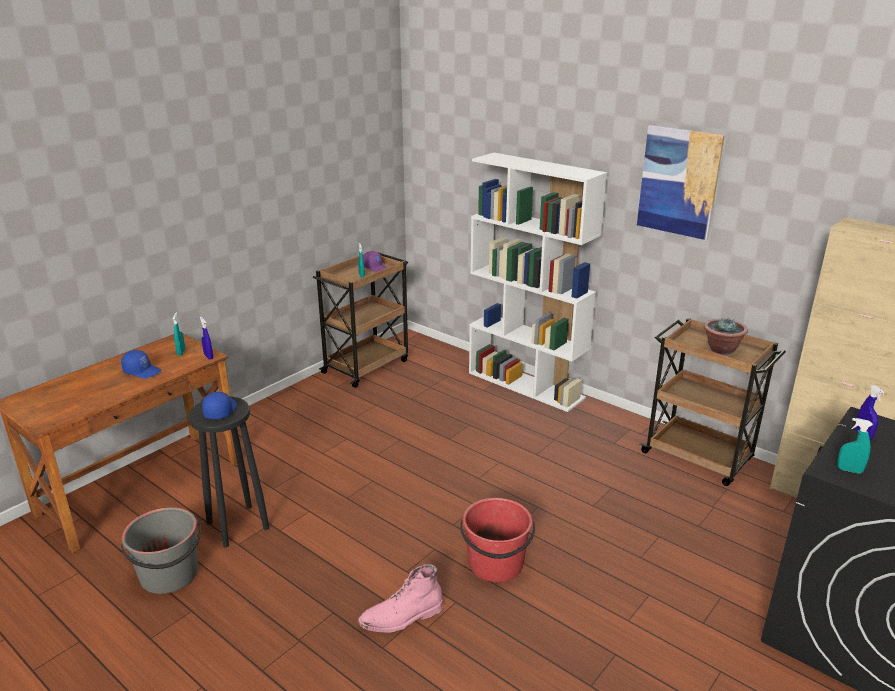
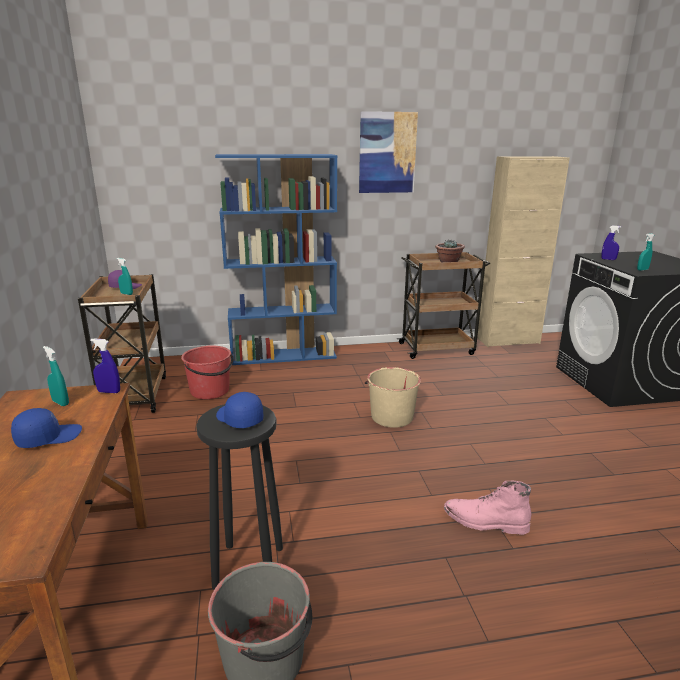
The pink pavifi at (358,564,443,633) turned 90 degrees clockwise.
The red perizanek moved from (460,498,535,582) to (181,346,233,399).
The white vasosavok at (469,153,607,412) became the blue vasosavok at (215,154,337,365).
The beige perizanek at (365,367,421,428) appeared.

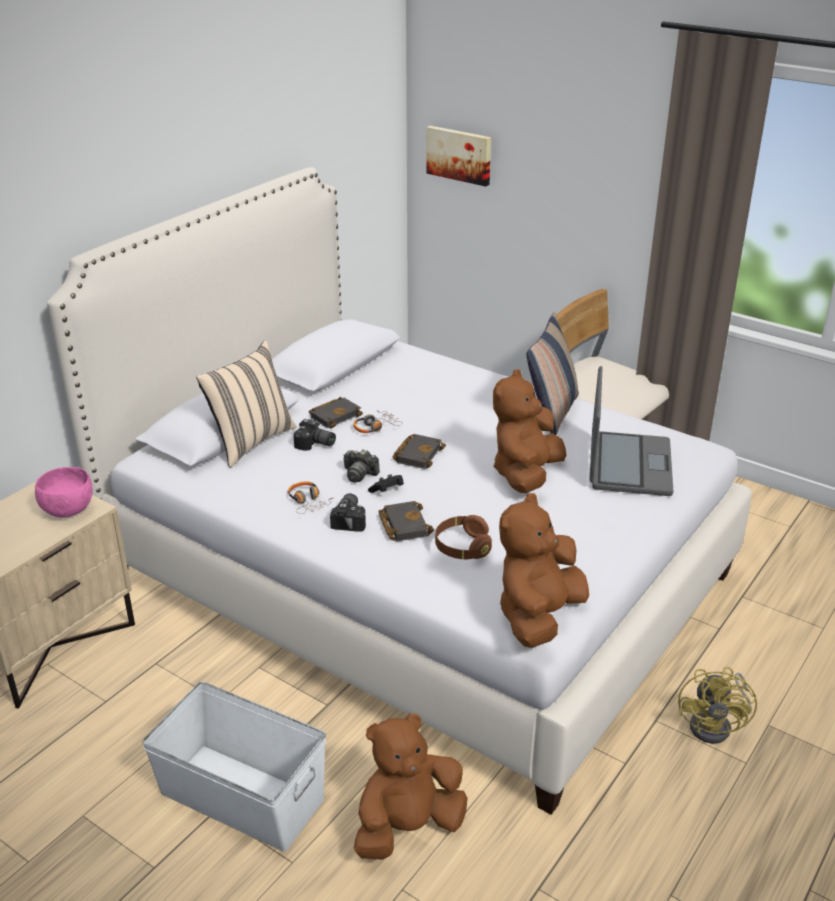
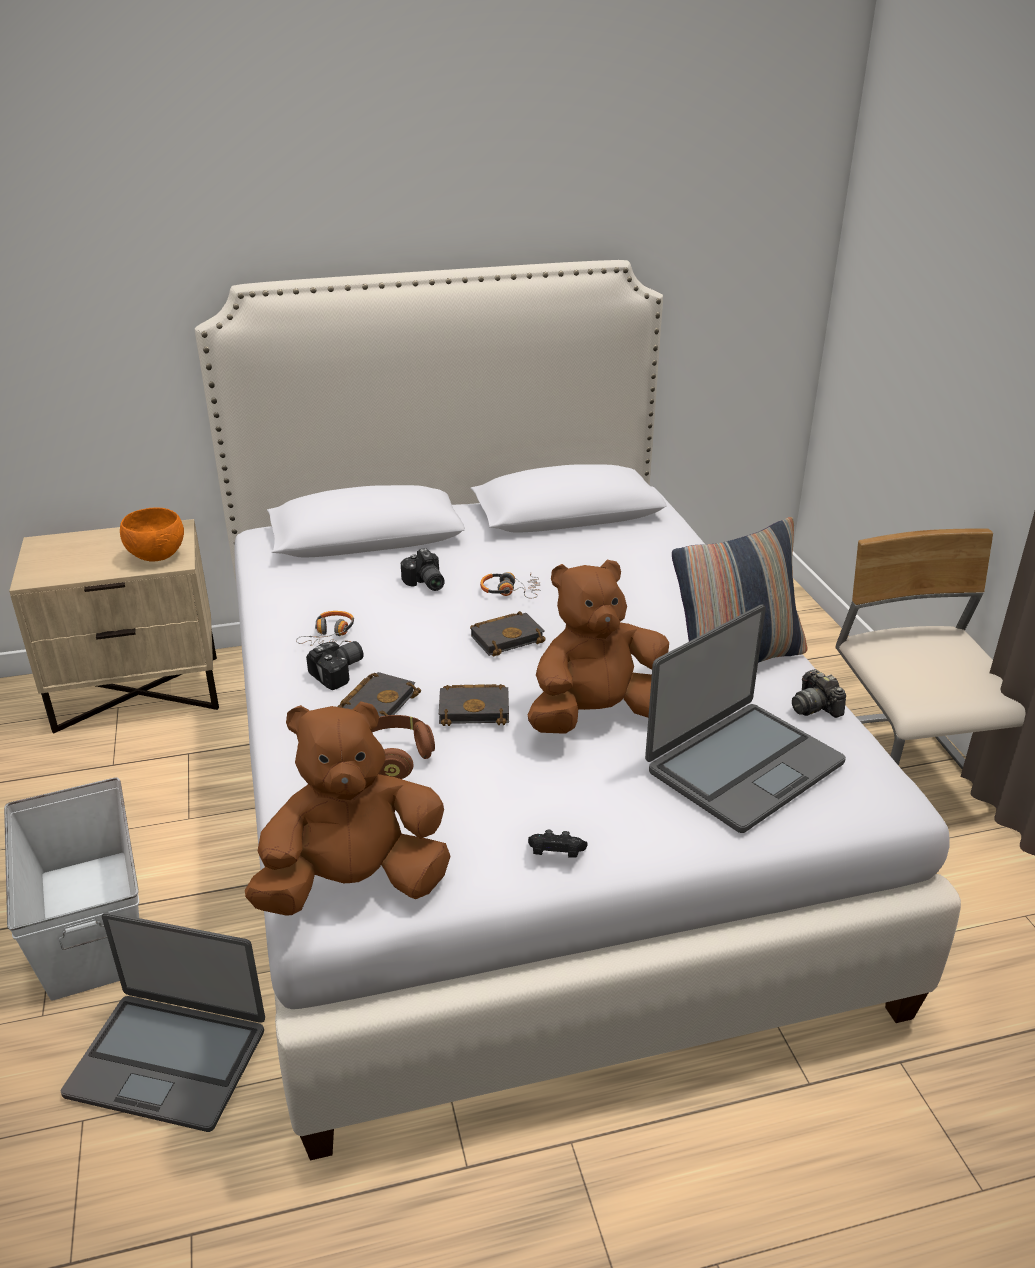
The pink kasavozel at (35,467,93,518) became the orange kasavozel at (120,508,184,562).
The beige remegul at (196,341,297,467) disappeared.
The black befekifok moved from (309,397,363,429) to (439,684,509,726).
The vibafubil moved from (343,449,380,483) to (792,669,846,718).
The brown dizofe at (354,713,468,860) was replaced by the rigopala at (61,912,265,1132).
The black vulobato moved from (368,474,404,493) to (528,830,588,858).
The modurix at (426,126,491,187) disappeared.
The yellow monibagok at (678,667,757,744) disappeared.

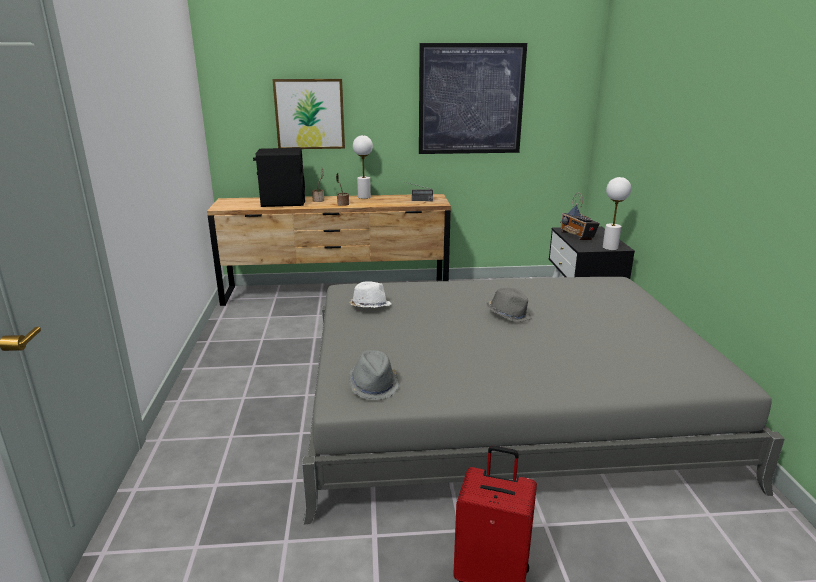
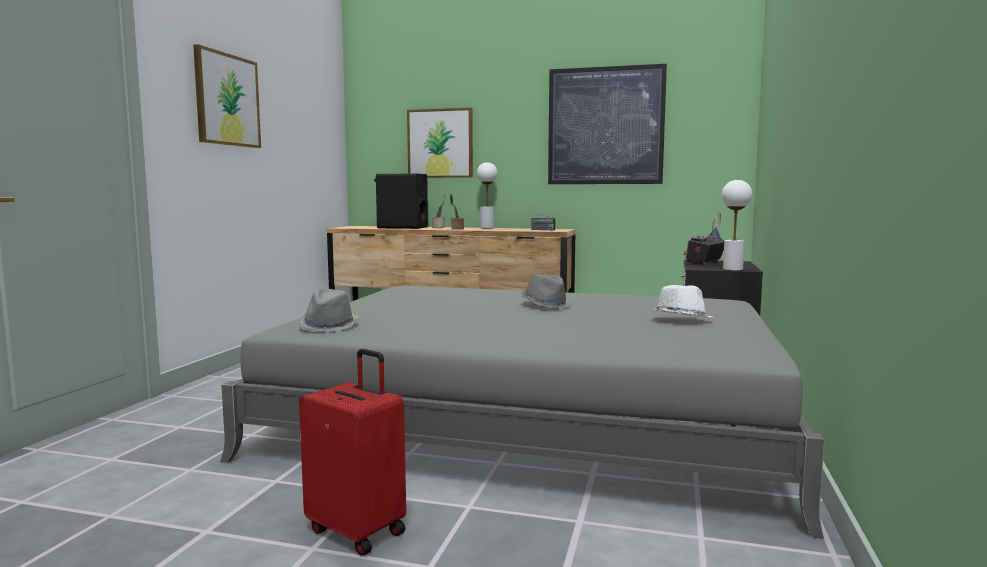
The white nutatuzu moved from (349,281,391,308) to (653,285,713,318).
The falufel at (560,193,600,240) turned 45 degrees clockwise.
The modurix at (193,44,261,148) appeared.

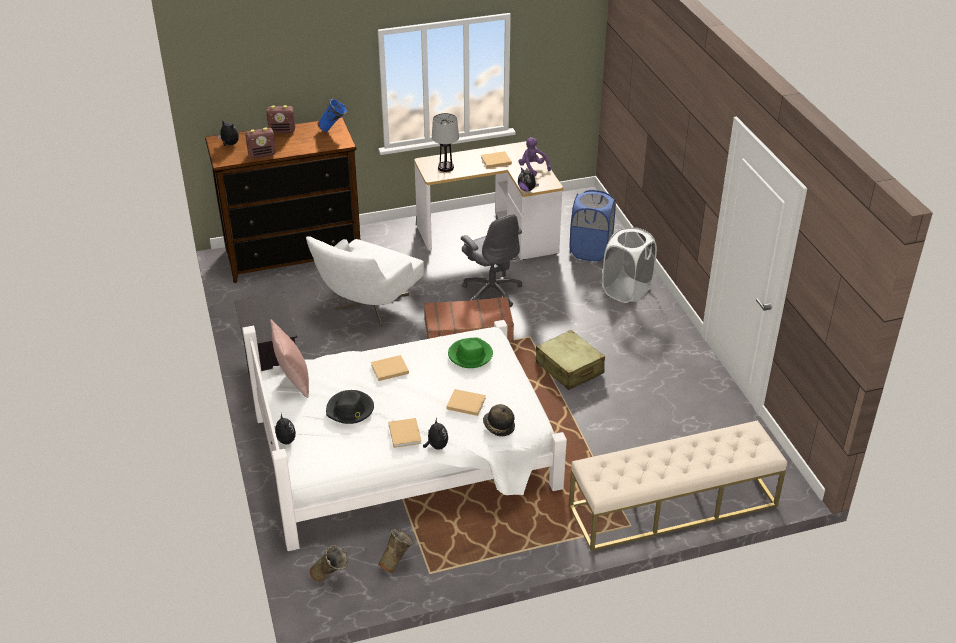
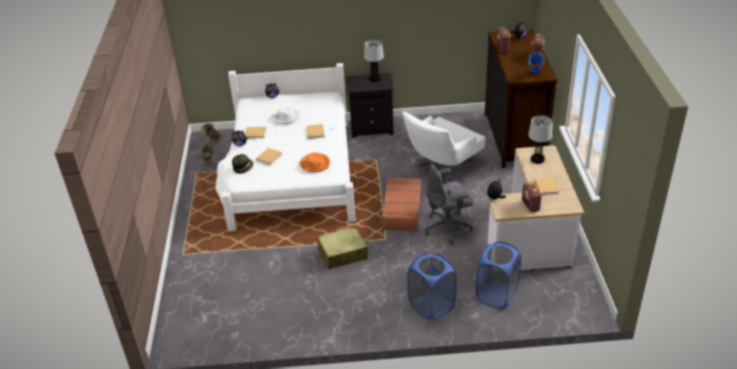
The pink remegul at (270,320,309,398) disappeared.
The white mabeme at (306,236,424,326) turned 90 degrees counterclockwise.
The black nutatuzu at (326,390,374,424) became the white nutatuzu at (272,107,300,124).
The green nutatuzu at (448,338,493,368) became the orange nutatuzu at (300,152,330,172).
The purple dizofe at (518,137,551,177) was replaced by the falufel at (522,182,543,212).
The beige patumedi at (569,420,787,551) disappeared.
The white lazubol at (602,227,657,303) became the blue lazubol at (407,253,456,320).
The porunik at (364,39,384,82) appeared.

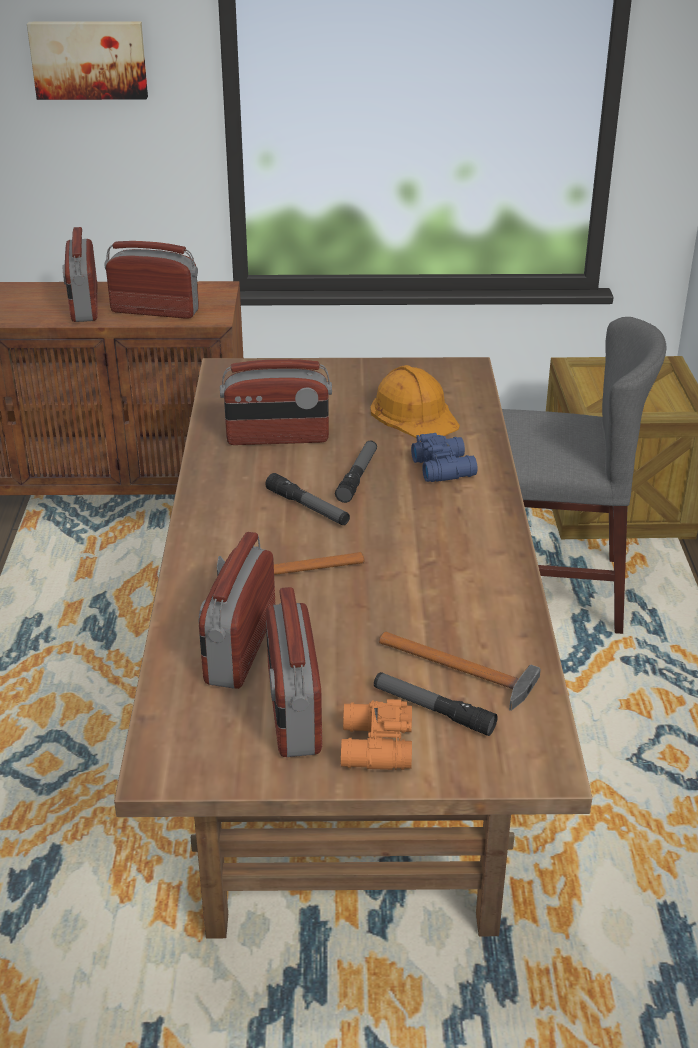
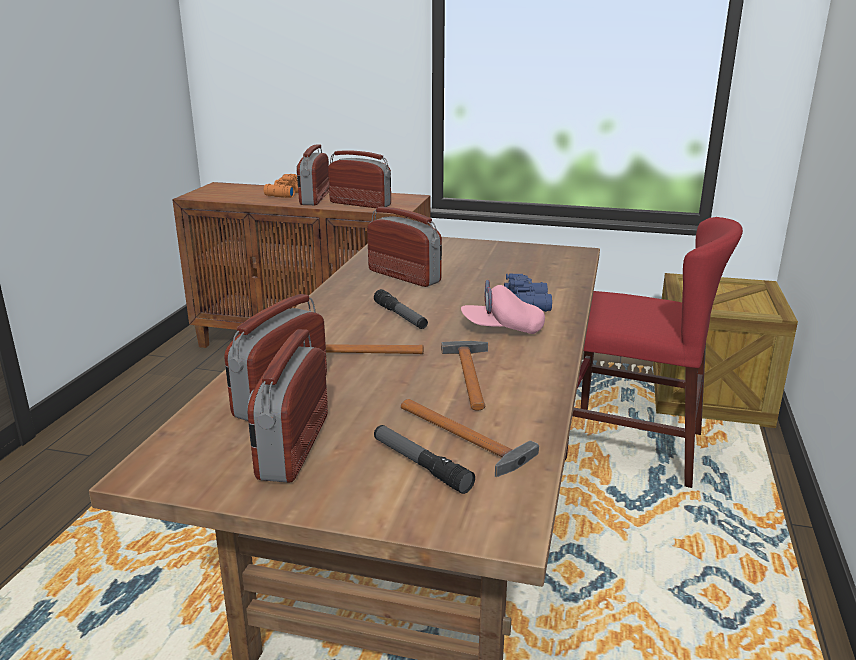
The modurix at (27,21,148,100) disappeared.
The falufel at (220,359,332,445) turned 150 degrees counterclockwise.
The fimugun at (335,441,377,503) disappeared.
The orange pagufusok moved from (341,699,412,770) to (264,174,298,198).
The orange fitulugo at (370,365,460,438) disappeared.
The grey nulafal at (502,317,666,634) became the red nulafal at (565,217,743,488).
The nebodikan at (441,341,488,411) appeared.
The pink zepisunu at (461,280,545,334) appeared.

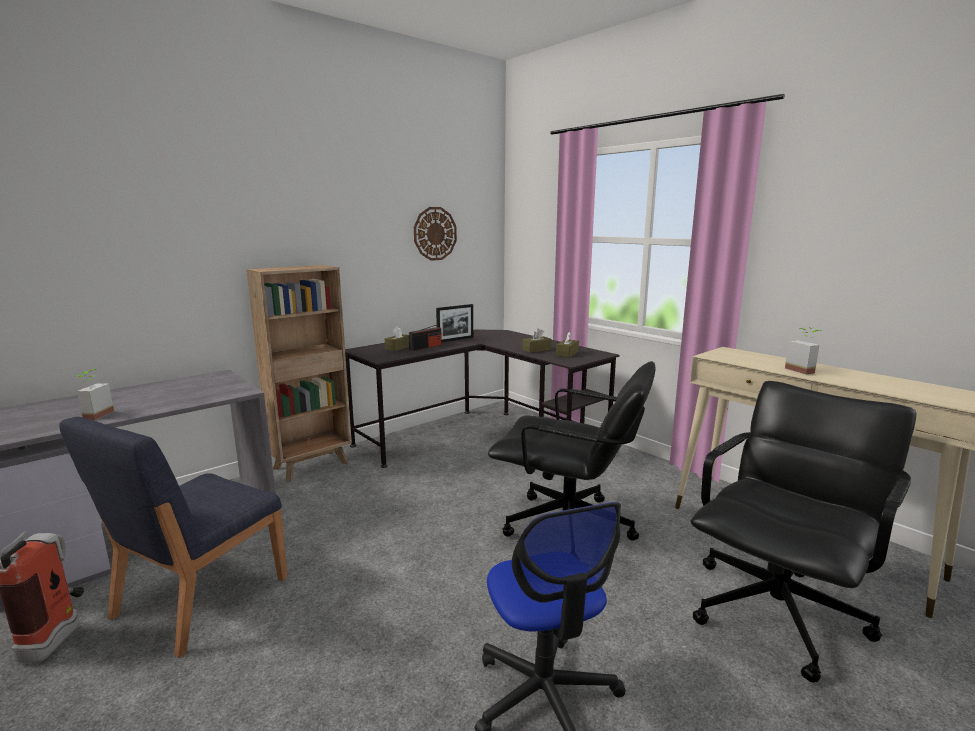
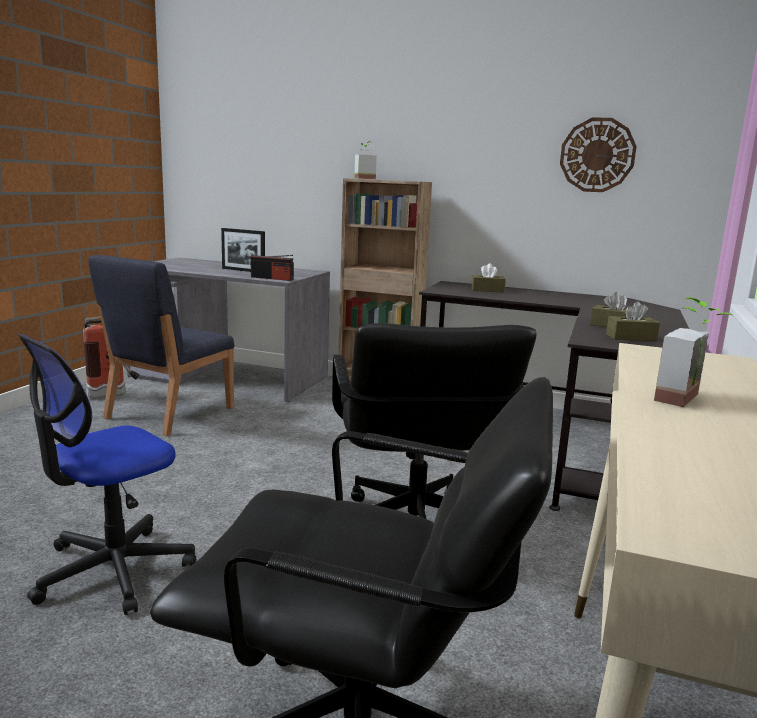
The blue nulafal at (59,417,288,658) turned 60 degrees counterclockwise.
The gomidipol moved from (77,369,114,420) to (354,141,377,179).
The falufel moved from (409,324,442,351) to (251,255,294,281).
The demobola moved from (436,304,473,342) to (221,228,265,272).

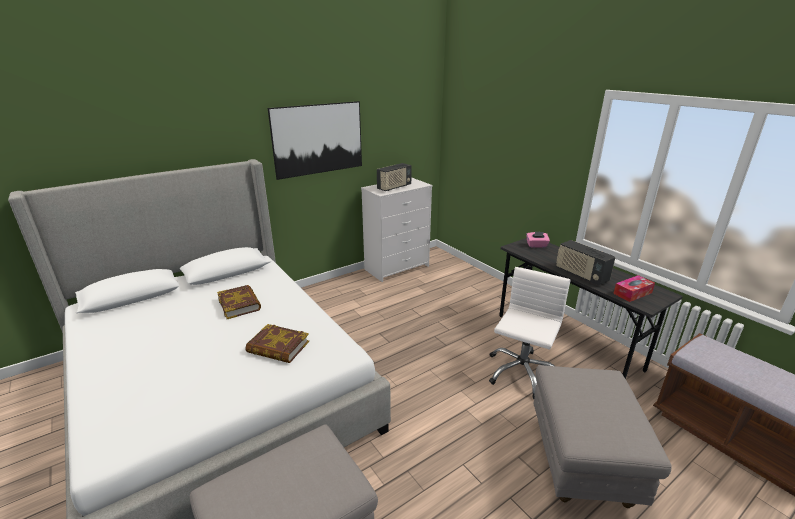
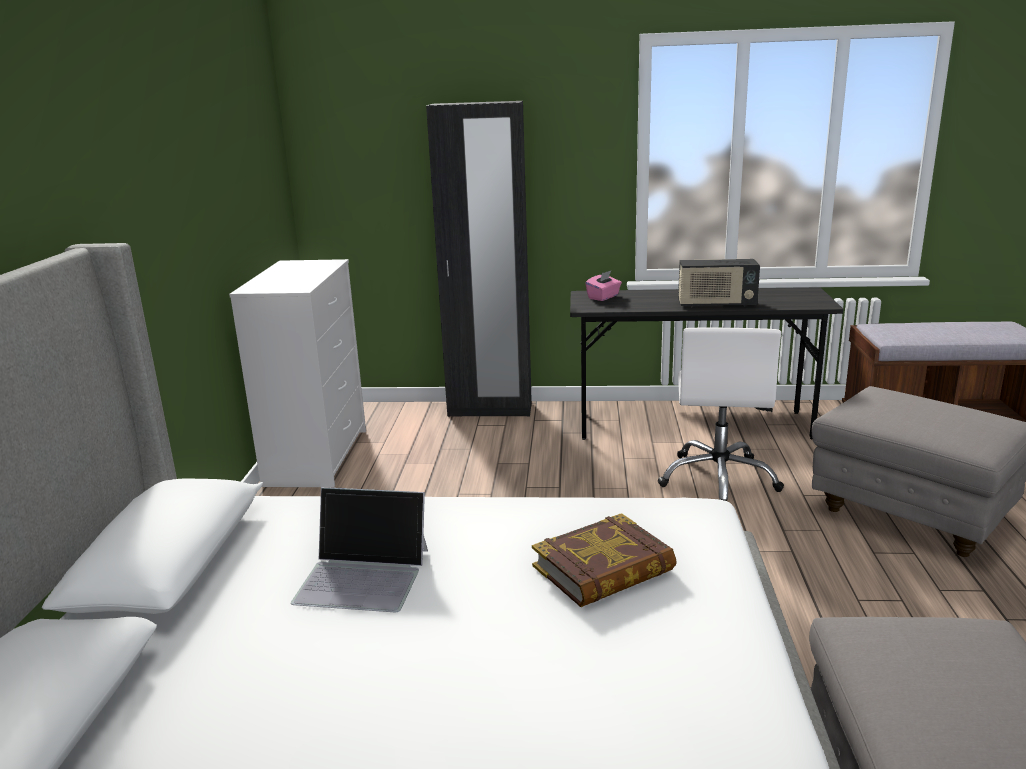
The befekifok at (217,285,261,319) was replaced by the rigopala at (291,487,428,612).
The modurix at (268,101,362,180) disappeared.
The falufel at (377,163,412,191) disappeared.
The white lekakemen at (489,267,571,399) turned 150 degrees counterclockwise.
The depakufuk at (613,275,655,302) disappeared.
The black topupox at (426,101,532,417) appeared.

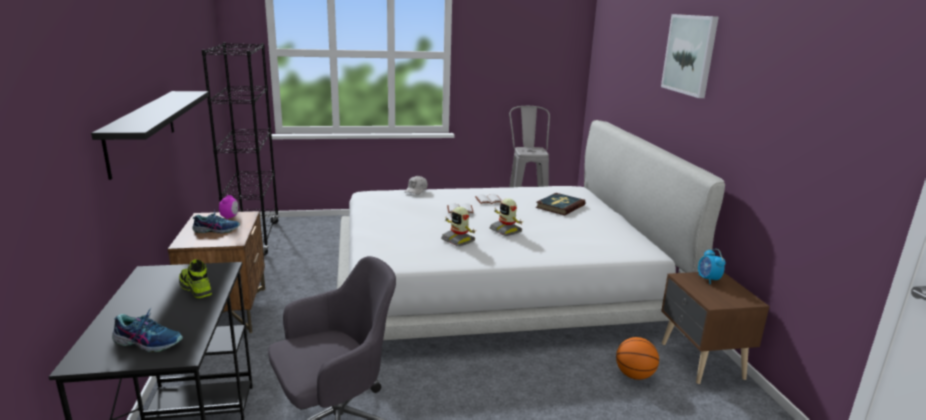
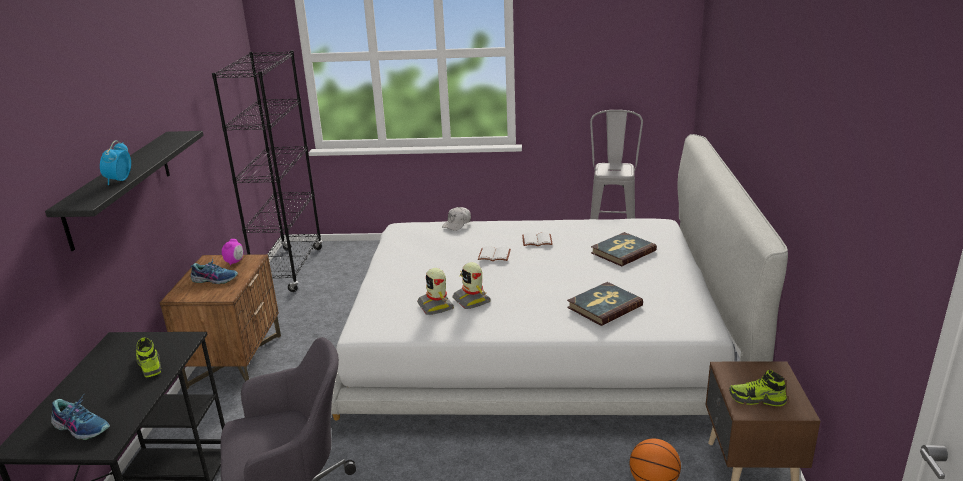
The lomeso moved from (490,198,522,236) to (417,268,454,315).
The modurix at (661,14,719,98) disappeared.
The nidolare moved from (698,249,726,284) to (100,140,131,185).
The befekifok at (567,282,643,326) appeared.
The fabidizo at (729,370,787,406) appeared.

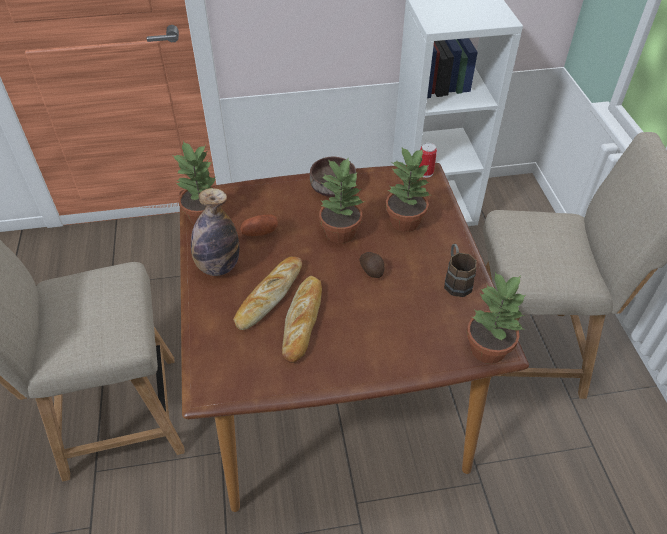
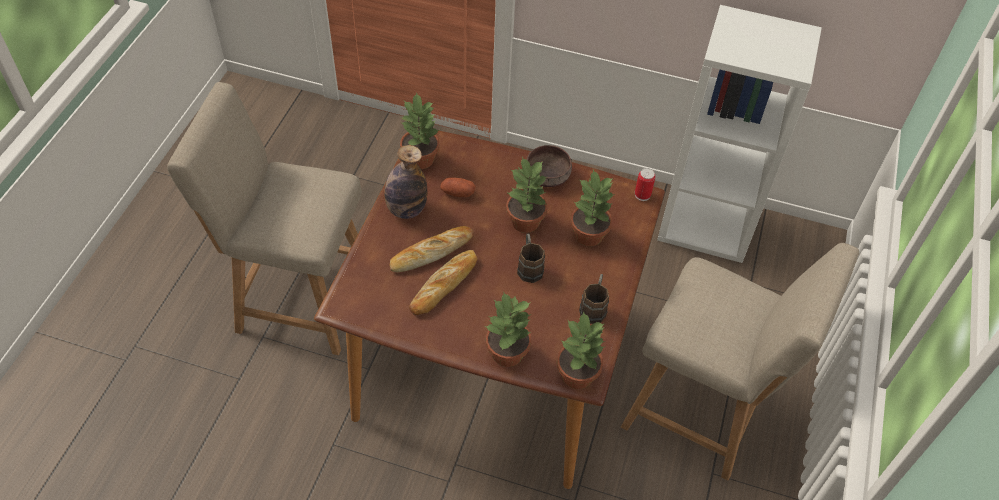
The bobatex at (359,252,385,278) was replaced by the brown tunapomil at (517,234,545,283).
The gomidipol at (485,291,531,367) appeared.

